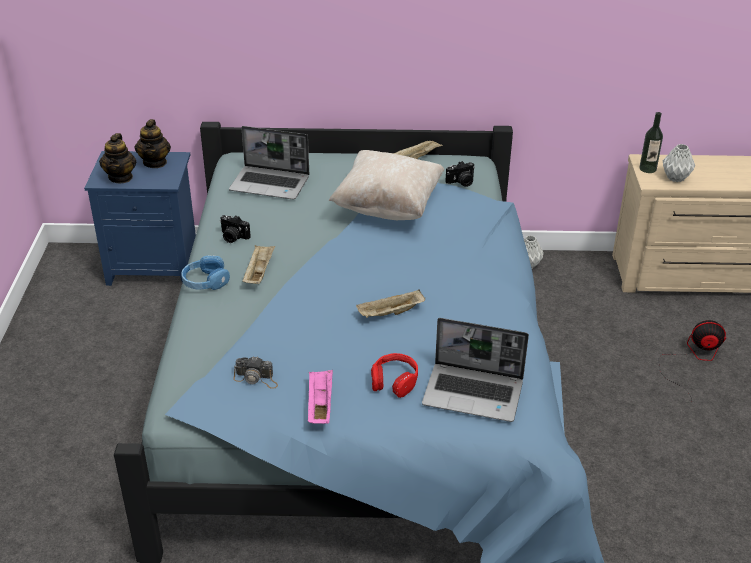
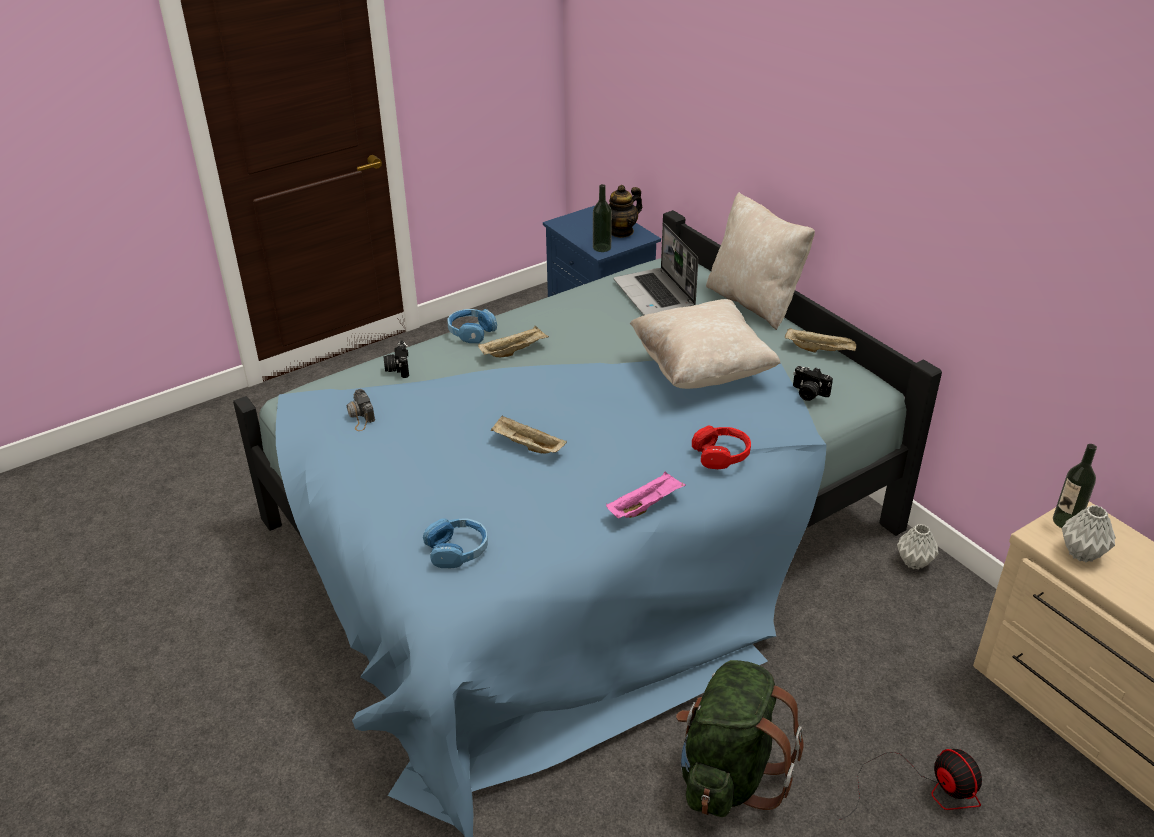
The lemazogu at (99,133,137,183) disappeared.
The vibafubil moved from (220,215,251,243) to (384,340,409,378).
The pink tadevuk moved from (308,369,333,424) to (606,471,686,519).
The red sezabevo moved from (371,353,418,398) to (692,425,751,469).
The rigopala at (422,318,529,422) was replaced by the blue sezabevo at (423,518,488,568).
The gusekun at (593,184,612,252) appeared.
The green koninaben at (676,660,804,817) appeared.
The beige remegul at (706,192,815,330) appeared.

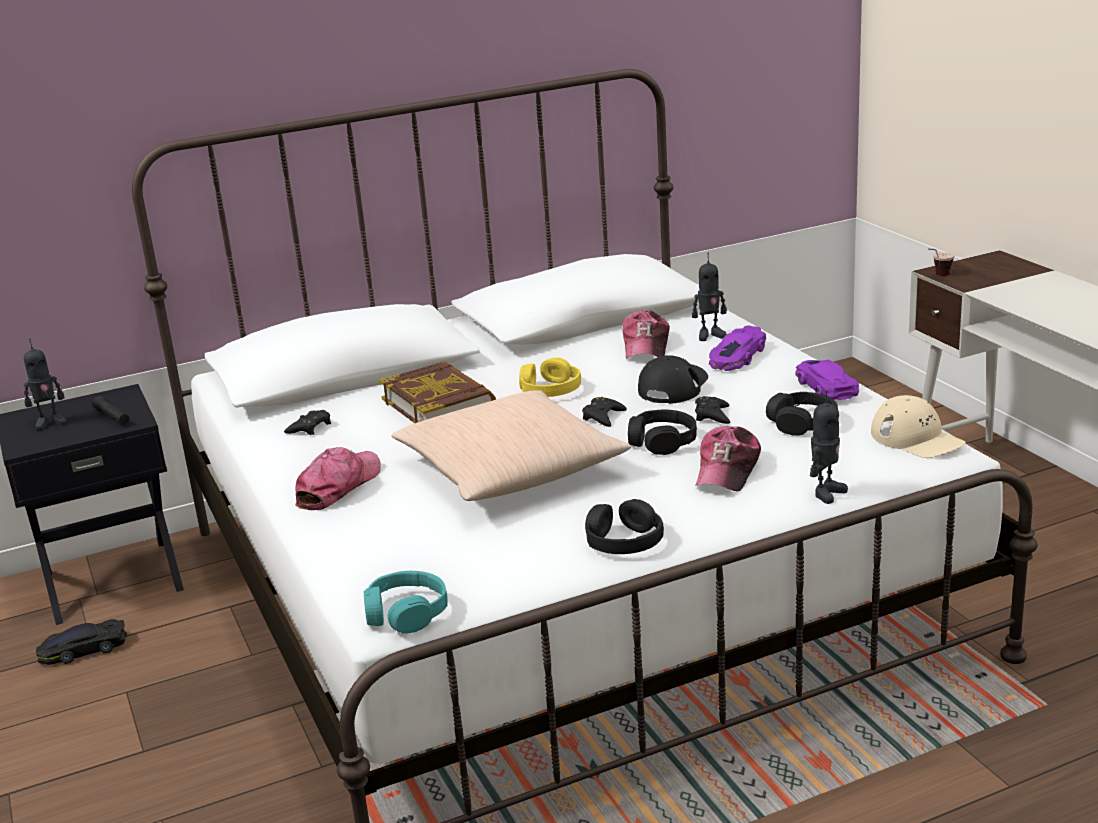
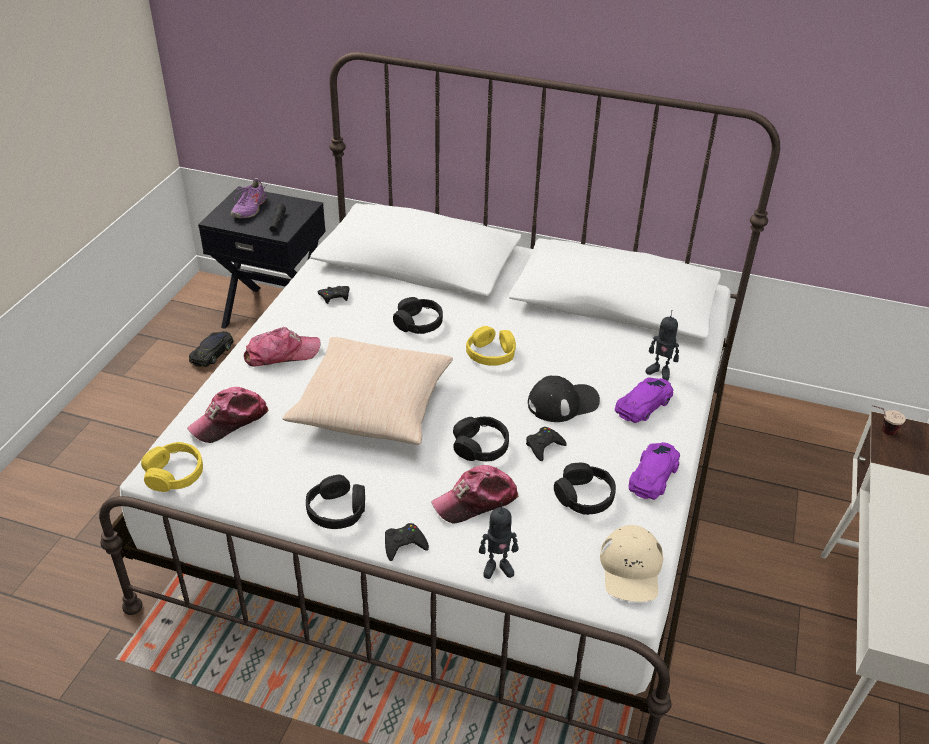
The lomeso at (24,339,67,430) was replaced by the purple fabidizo at (231,178,267,218).
The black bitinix at (36,619,127,665) turned 90 degrees clockwise.
The turquoise sezabevo at (364,571,448,634) became the yellow sezabevo at (141,442,203,492).
The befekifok at (379,362,496,423) was replaced by the black sezabevo at (393,297,443,334).
The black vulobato moved from (582,397,627,427) to (385,523,429,561).
The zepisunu moved from (622,310,670,359) to (187,387,269,443).
The purple bitinix at (709,326,766,371) turned 150 degrees clockwise.

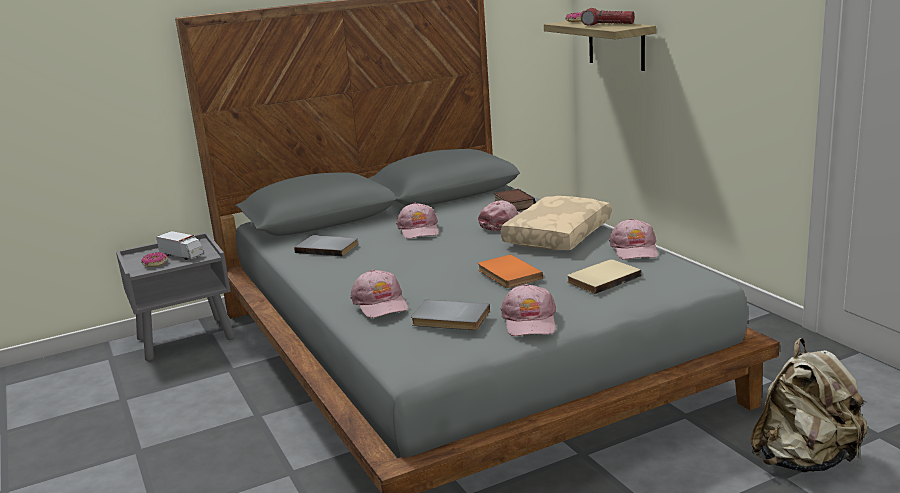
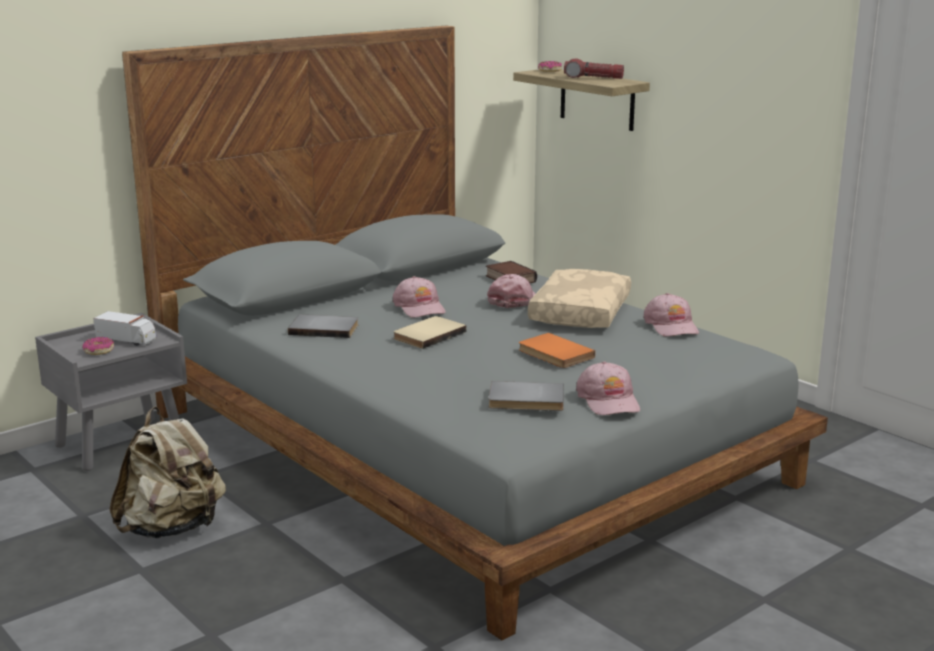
The pink zepisunu at (350,270,408,318) disappeared.
The beige befekifok moved from (567,259,642,294) to (393,316,467,349).
The beige koninaben moved from (750,338,867,472) to (109,407,226,538).

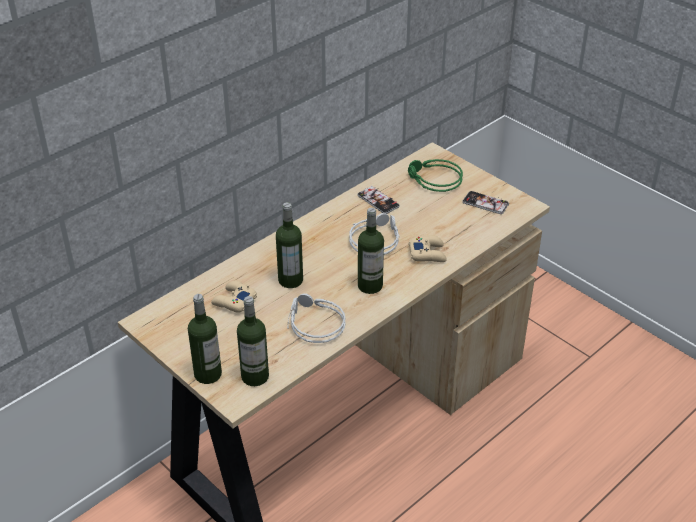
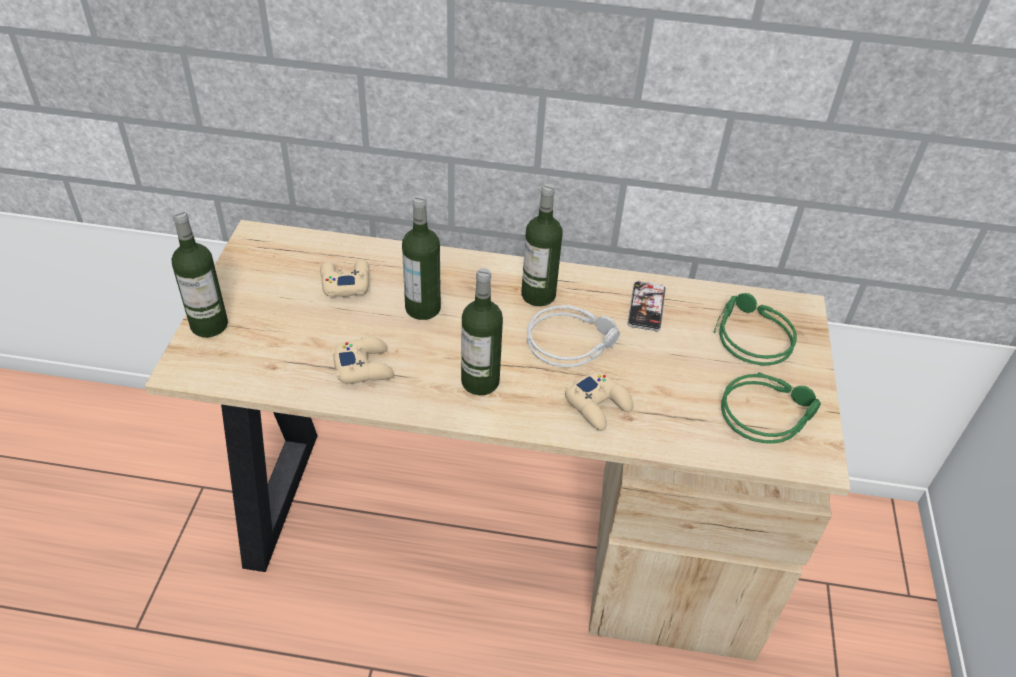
The gusekun moved from (237,296,269,386) to (521,184,563,306).
The grey sezabevo at (287,293,346,343) was replaced by the beige vulobato at (332,337,394,384).
The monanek at (462,191,509,214) was replaced by the green sezabevo at (721,372,821,444).

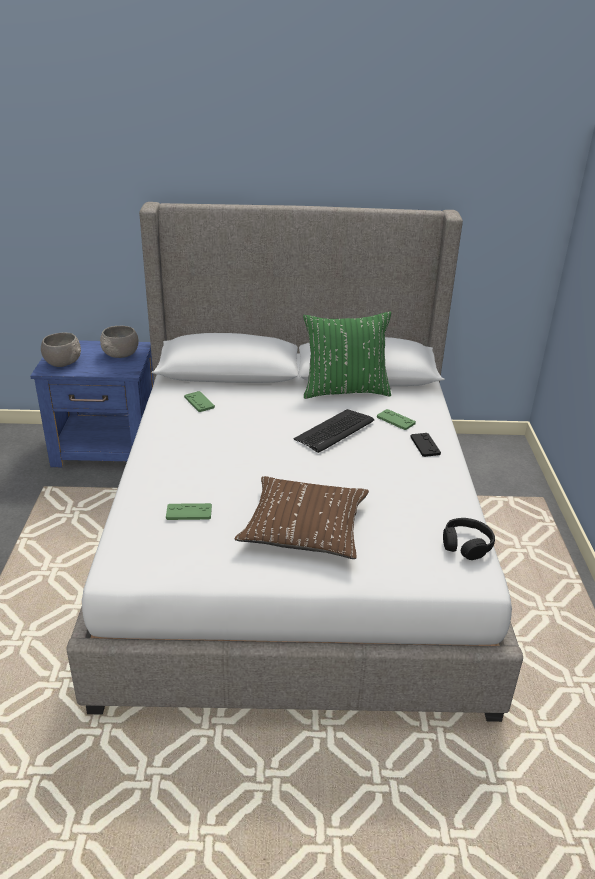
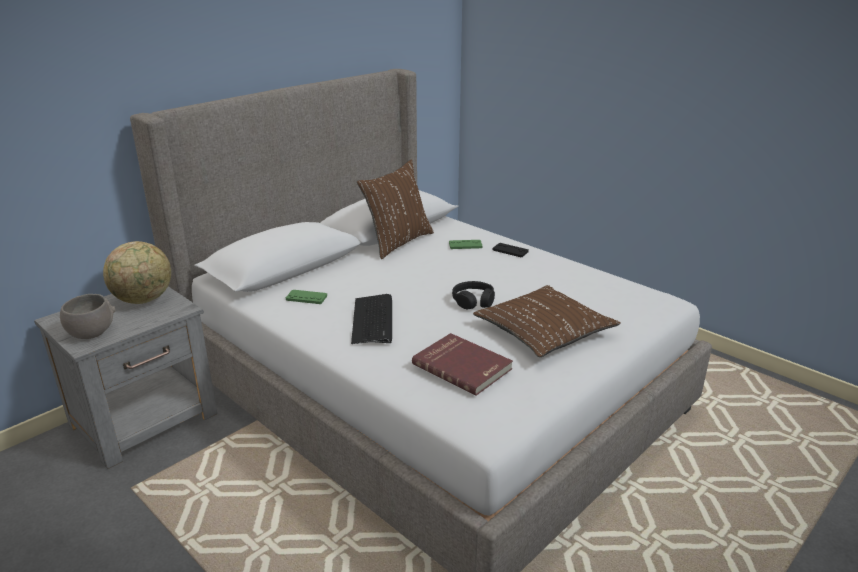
The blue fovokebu at (30,340,154,468) became the grey fovokebu at (34,286,217,469).
The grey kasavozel at (100,326,139,358) was replaced by the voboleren at (103,241,171,304).
The green vulobato at (166,503,212,520) was replaced by the red befekifok at (412,333,513,396).
The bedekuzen moved from (293,409,374,453) to (351,294,392,344).
The green remegul at (303,312,391,399) became the brown remegul at (357,159,434,259).
The black sezabevo moved from (443,518,495,560) to (452,281,495,309).

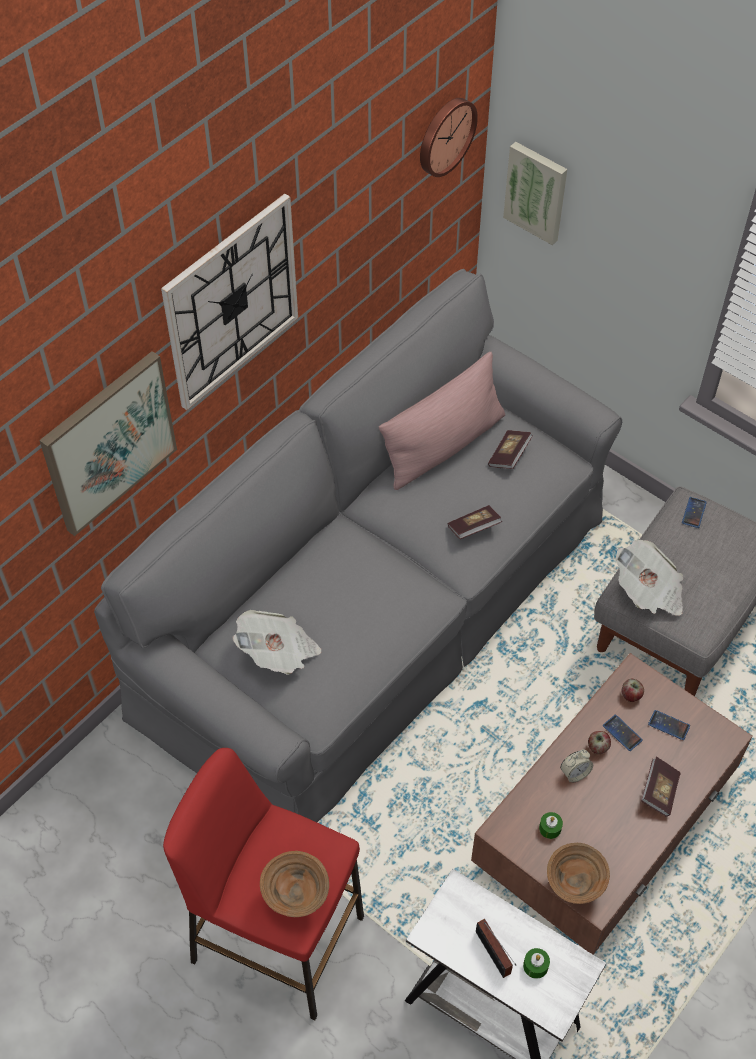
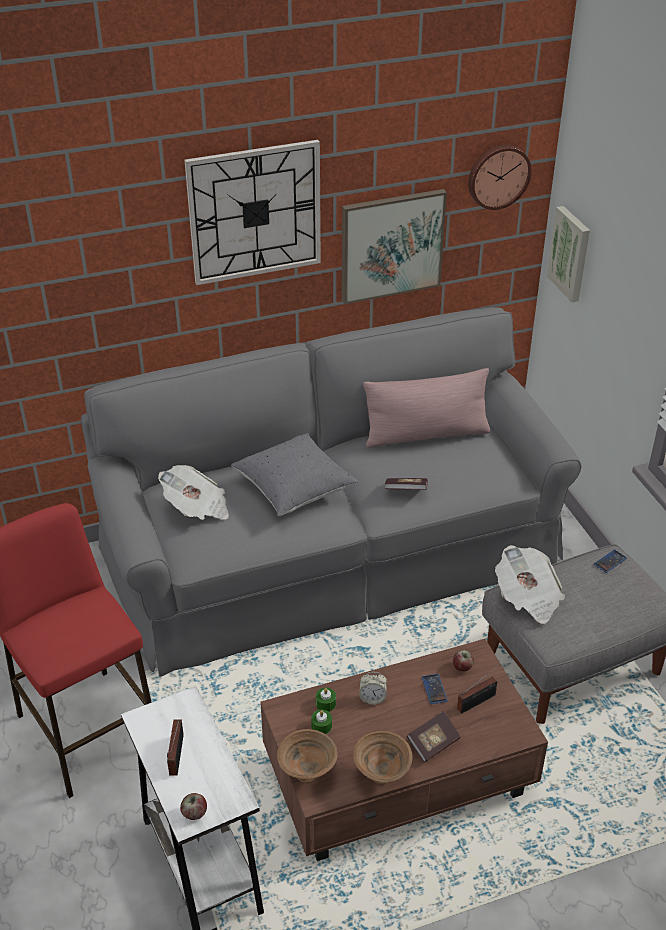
The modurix moved from (39,351,177,536) to (342,189,447,304).
The brown kasavozel moved from (260,851,329,917) to (353,731,412,784).
The befekifok at (488,430,533,469) disappeared.
The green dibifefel moved from (523,948,550,979) to (316,688,336,712).
The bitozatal moved from (588,731,611,754) to (180,793,207,820).
The monanek at (648,710,690,740) was replaced by the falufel at (457,664,500,714).
The grey remegul at (231,433,358,516) appeared.

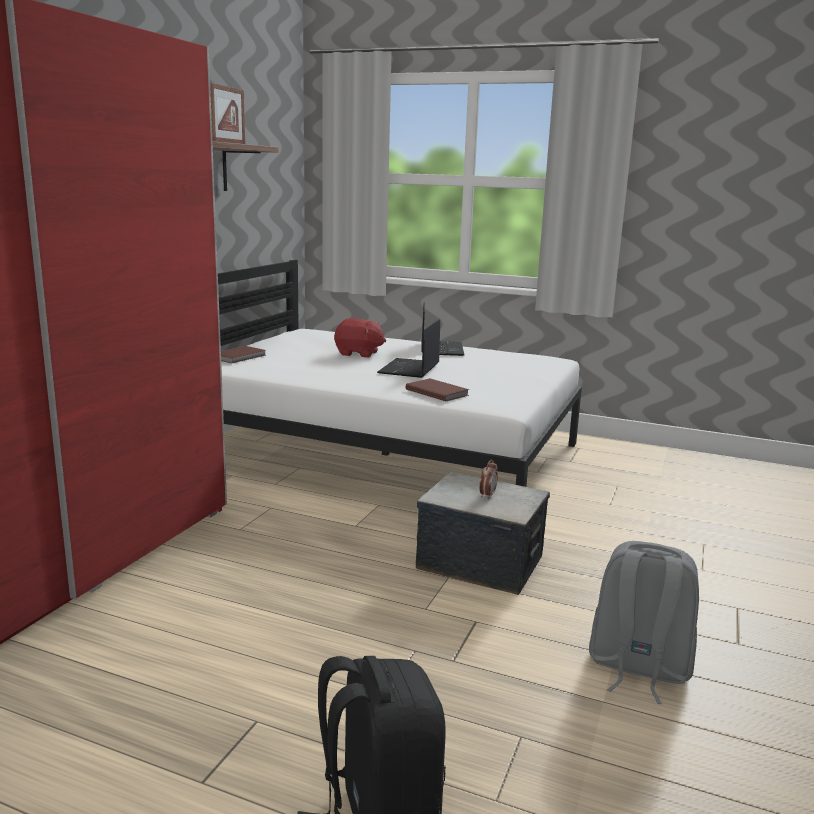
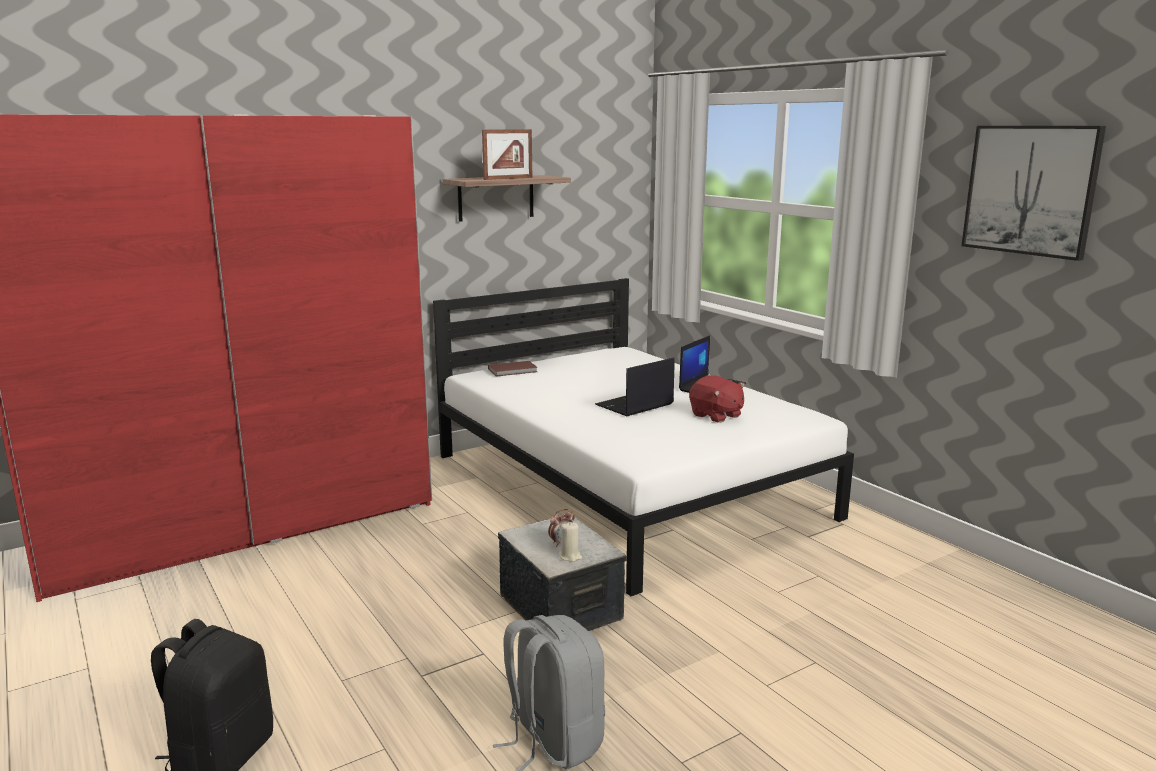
The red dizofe moved from (334,318,386,358) to (689,375,745,423).
The brown befekifok at (406,378,469,401) disappeared.
The beige dibifefel at (559,522,582,562) appeared.
The modurix at (961,126,1106,261) appeared.

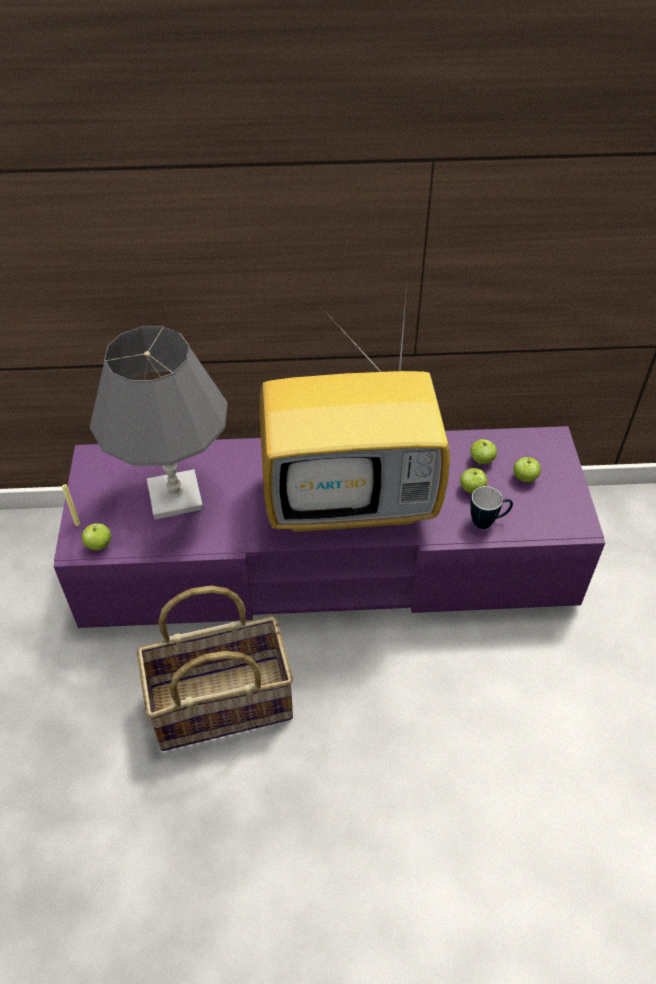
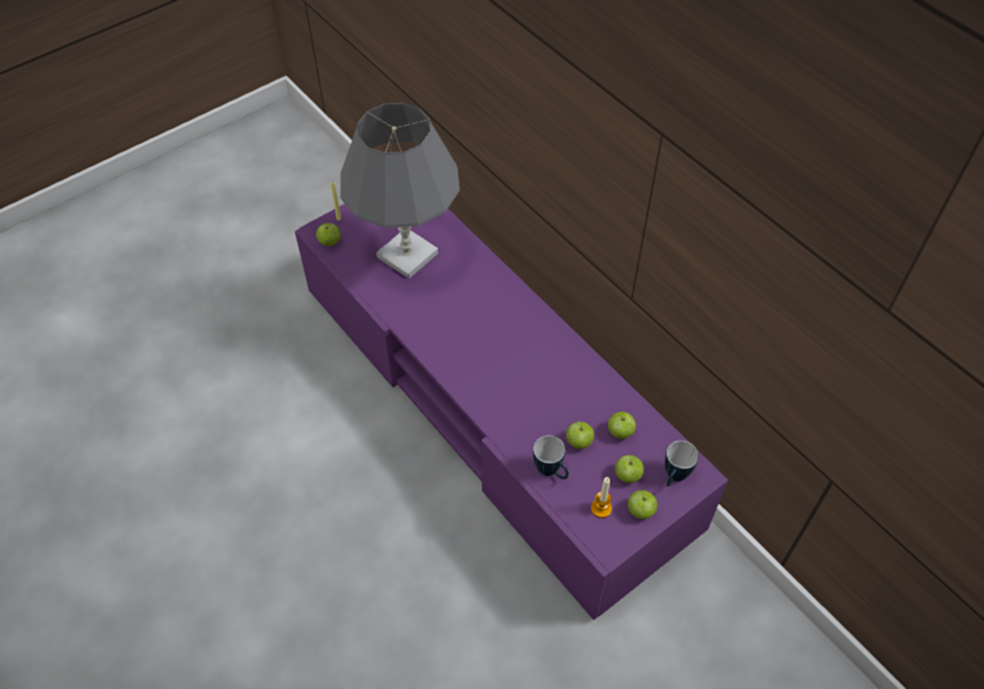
The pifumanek at (137,586,293,751) disappeared.
The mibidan at (259,286,450,533) disappeared.
The dibifefel at (591,477,612,518) appeared.
The bitozatal at (628,490,657,519) appeared.
The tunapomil at (665,441,699,487) appeared.

